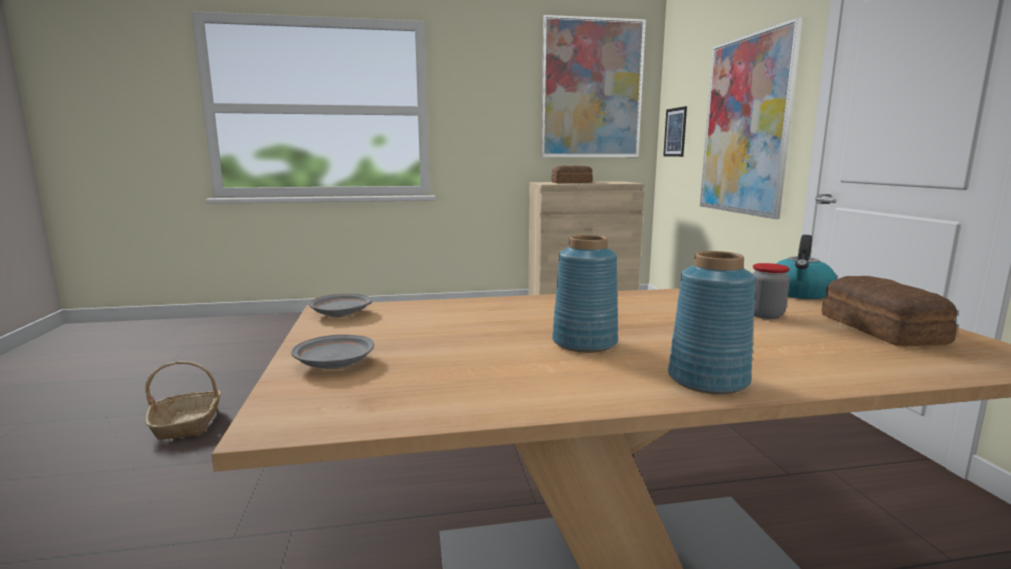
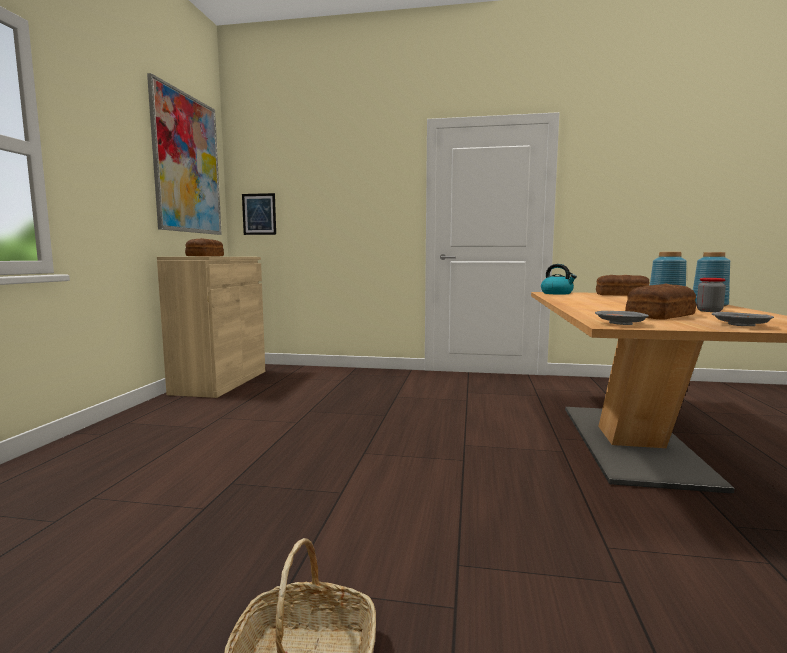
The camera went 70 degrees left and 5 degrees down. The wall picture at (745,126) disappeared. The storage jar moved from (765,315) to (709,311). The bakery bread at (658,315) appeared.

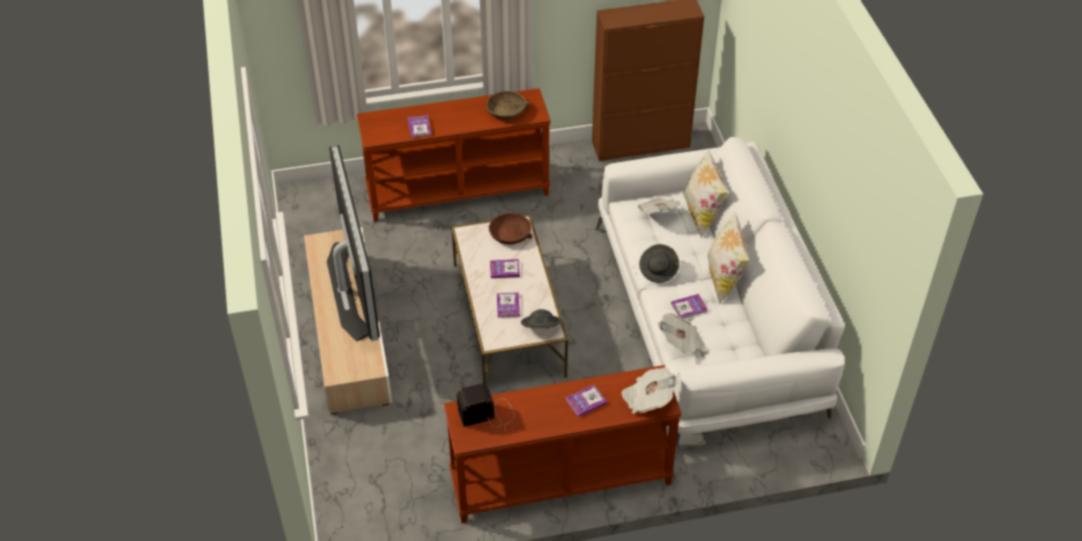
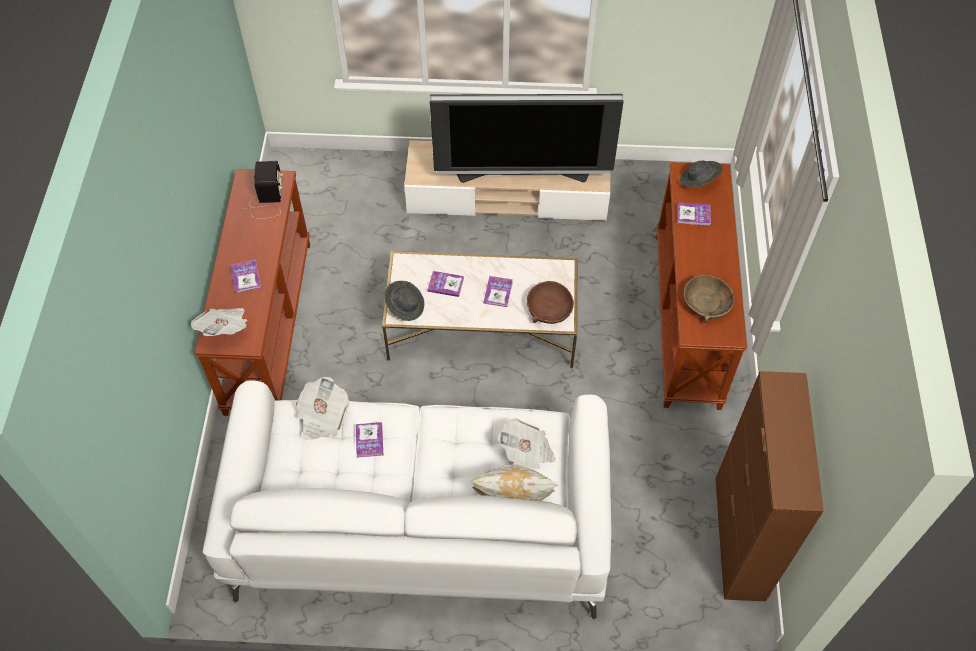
The camera went 105 degrees right and 10 degrees up. The cushion at (724,278) disappeared. The gray hat moved from (659,270) to (699,181).

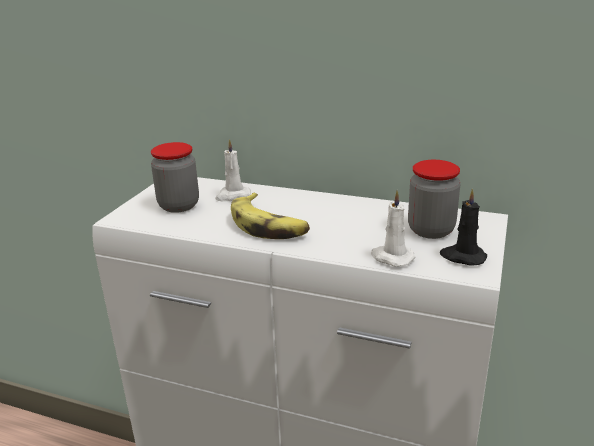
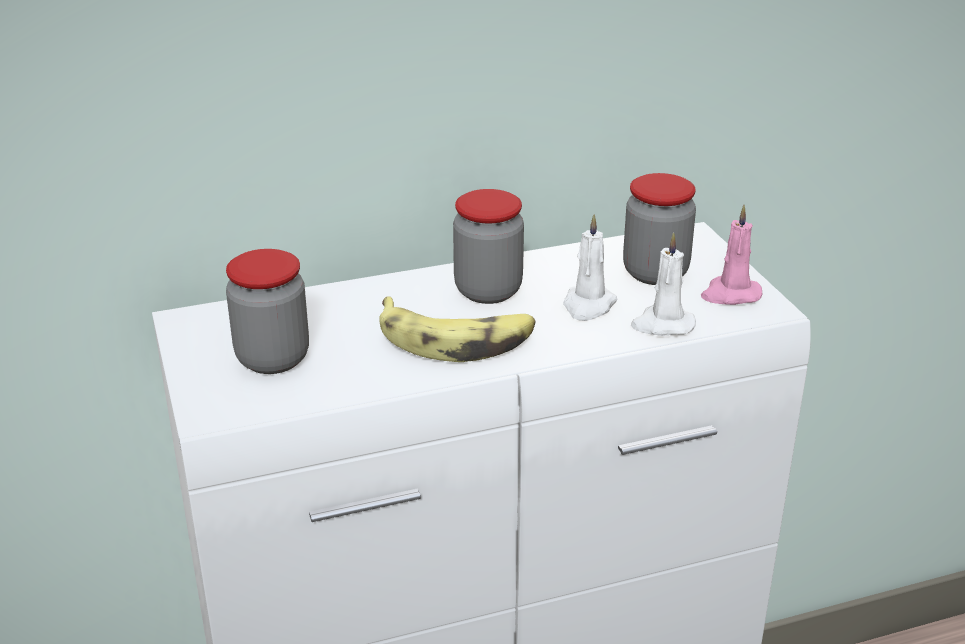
The camera went 40 degrees left and 5 degrees up. The whitish candle moved from (232,196) to (588,306). The black candle at (462,257) became the pink candle at (730,294). The storage jar at (488,291) appeared.

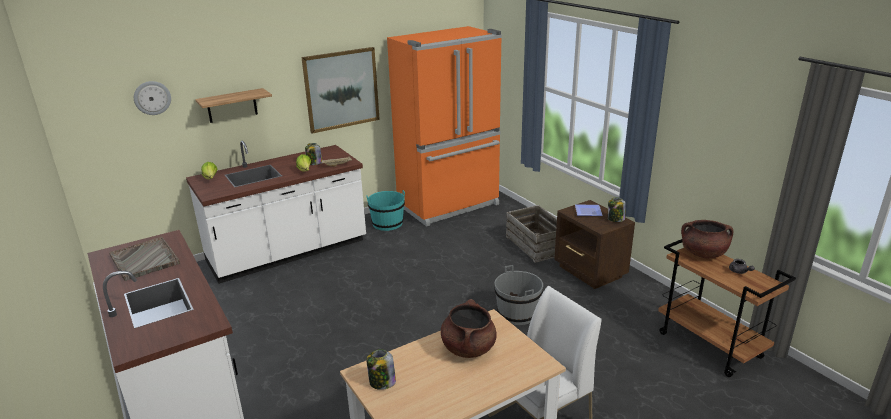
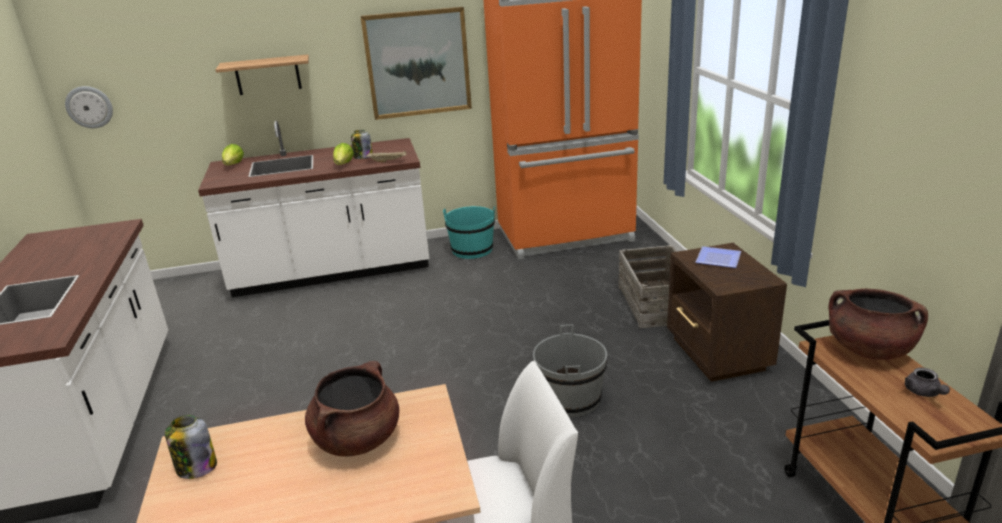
The camera went 20 degrees right and 0 degrees up. The wall clock moved from (152,98) to (89,107). The storage jar at (615,219) disappeared. The gray serving tray at (145,260) disappeared.

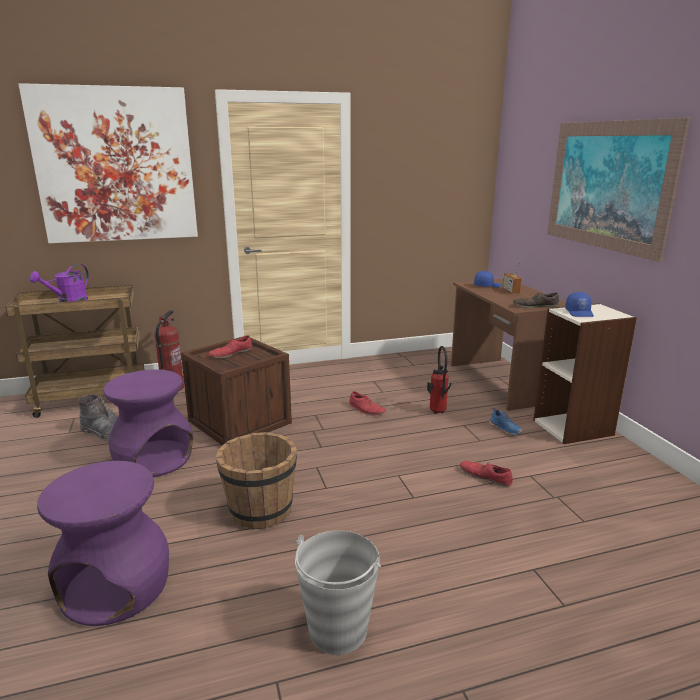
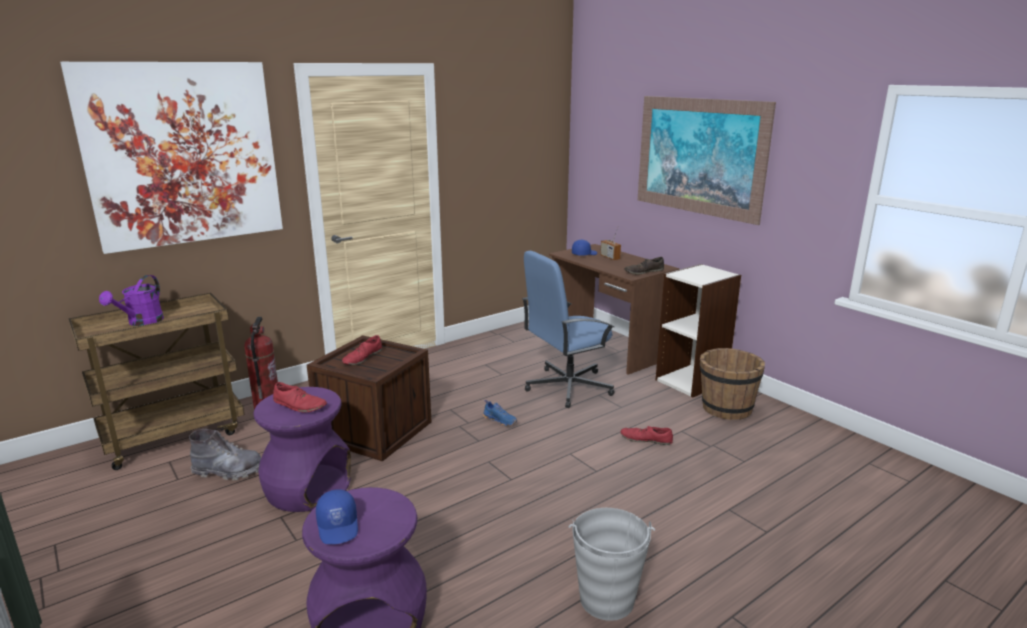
The camera went 20 degrees left and 0 degrees up. The blue cap moved from (579,313) to (339,526). The fire extinguisher at (437,412) was replaced by the blue computer chair at (567,387). The red item of footwear moved from (366,409) to (299,405). The blue item of footwear moved from (505,429) to (500,420). The brown water bucket moved from (260,510) to (726,408).

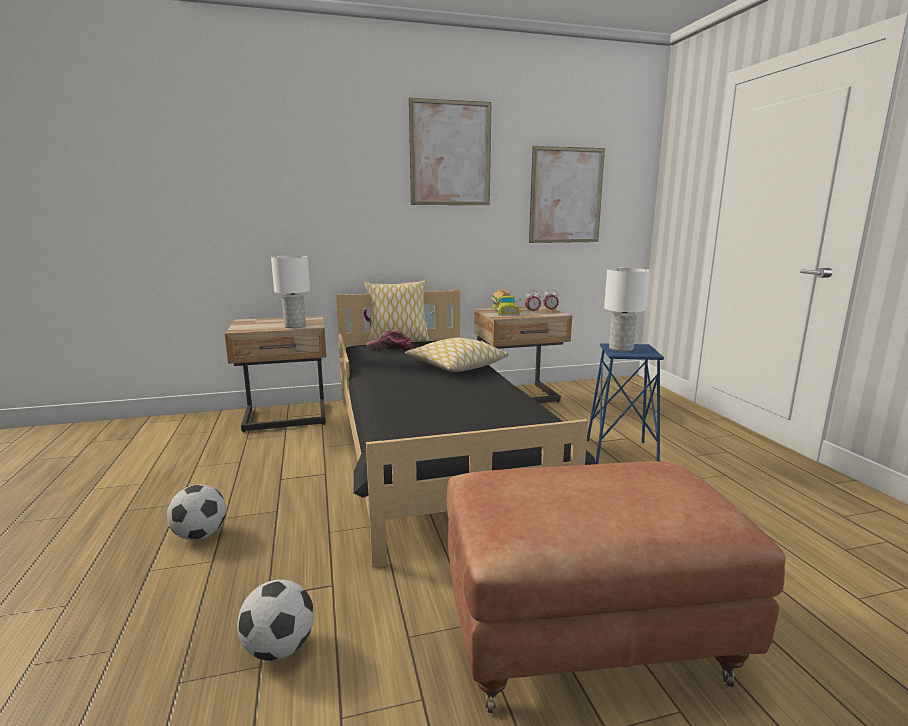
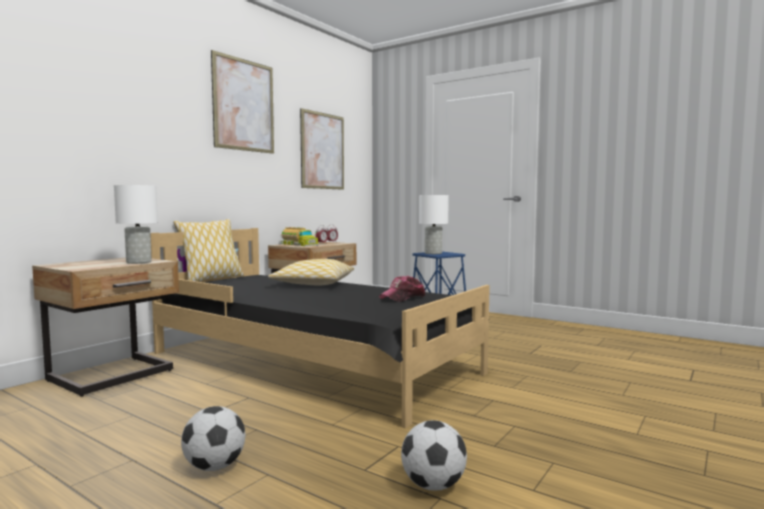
The camera went 40 degrees left and 10 degrees down. The cap moved from (390,348) to (403,297). The brown pouffe at (586,635) disappeared.

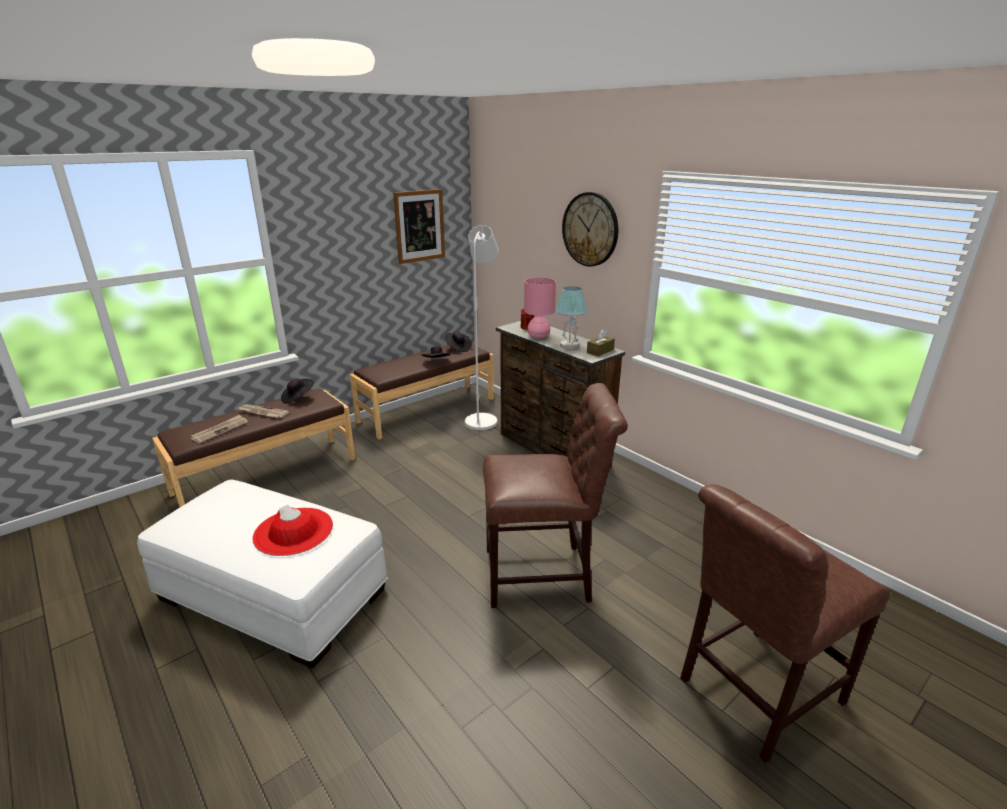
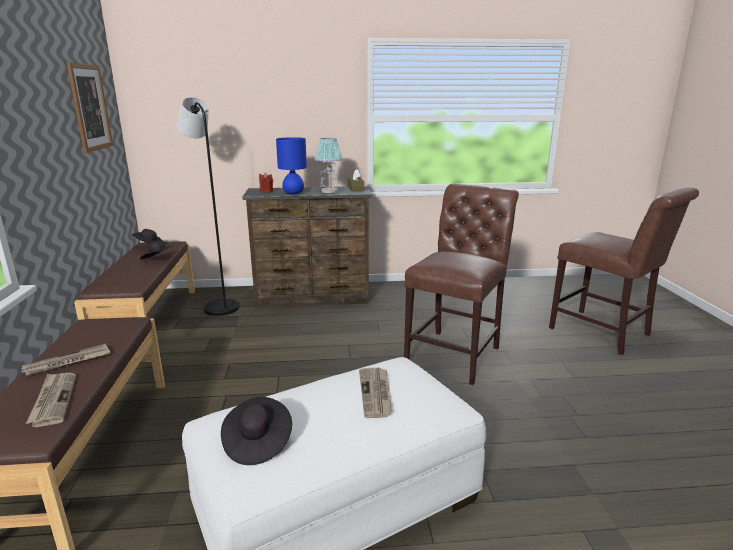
The camera went 55 degrees left and 5 degrees down. The wall clock at (590,229) disappeared. The whitish standing lamp at (483,419) became the black standing lamp at (218,306). The pink tabletop lamp at (538,336) became the blue tabletop lamp at (293,193). The black hat moved from (298,398) to (257,443). The brown plain chair at (753,693) turned 45 degrees counterclockwise. The red hat at (293,531) was replaced by the printed paper at (376,393).

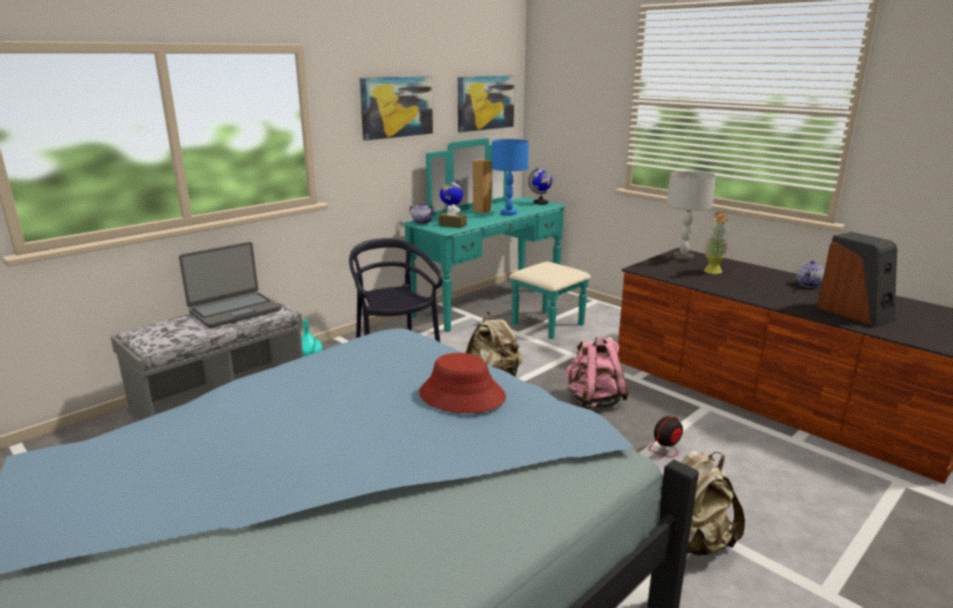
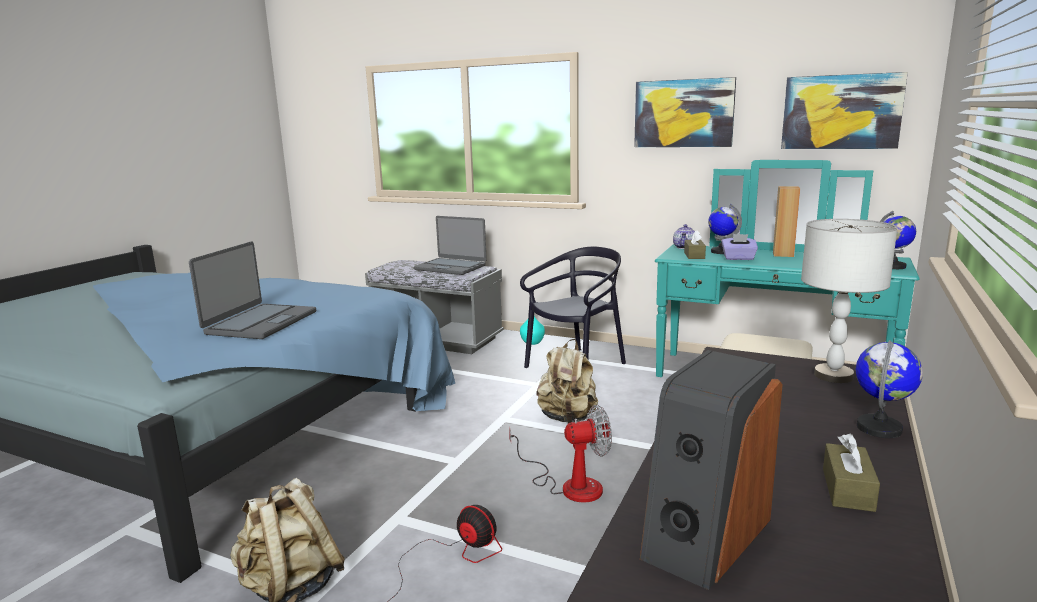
The camera went 70 degrees right and 5 degrees down. The blue tabletop lamp at (509,213) disappeared. The potted plant at (713,272) disappeared. The tea pot at (809,285) was replaced by the brown box of tissues at (847,489). The pink rucksack at (594,400) was replaced by the electric fan at (569,485). The red hat at (461,395) was replaced by the notebook computer at (260,323). The purple box of tissues at (738,258) appeared. The desk globe at (879,428) appeared.

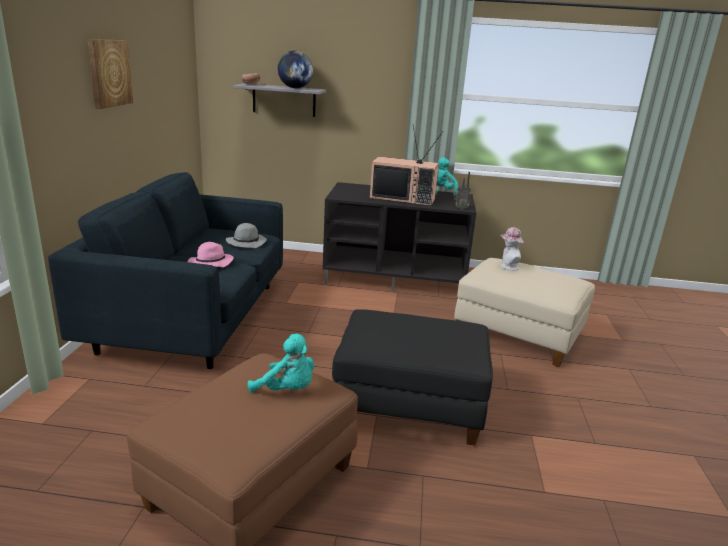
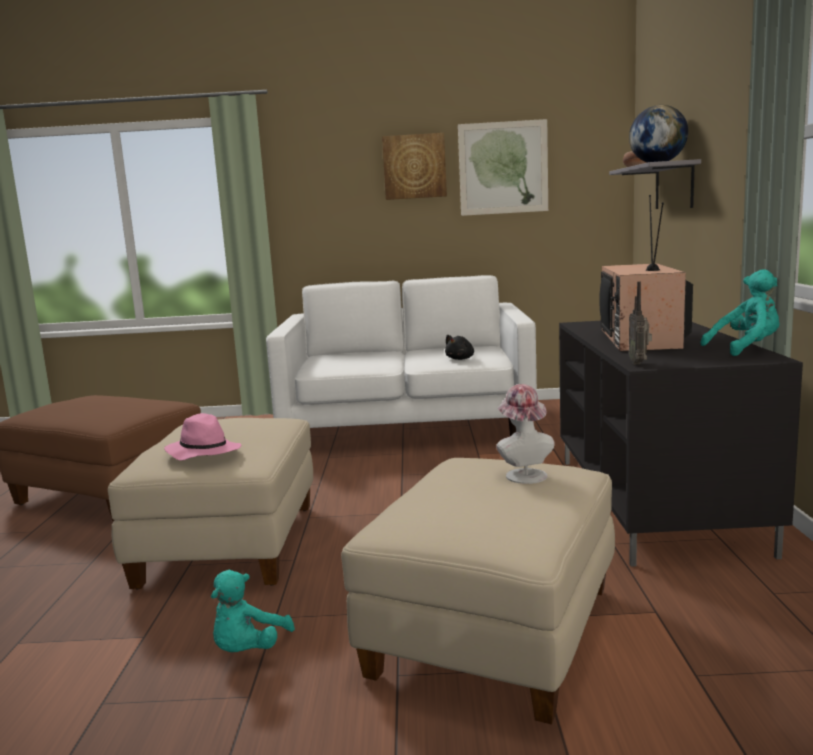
The camera went 85 degrees right and 10 degrees down. The blue sofa at (193,317) became the whitish sofa at (407,428). The gray hat at (247,242) was replaced by the black cuddly toy at (461,359). The pink hat moved from (210,264) to (203,452). The black pouffe at (408,406) became the sand-coloured pouffe at (229,545). The blue-green cuddly toy moved from (287,390) to (248,650). The wall picture at (503,168) appeared.

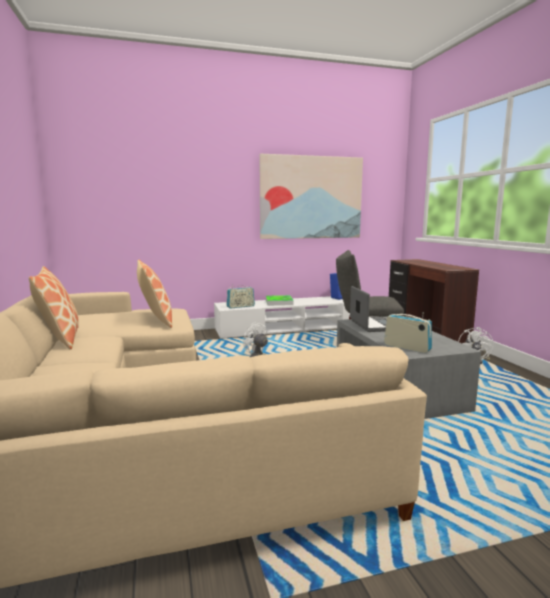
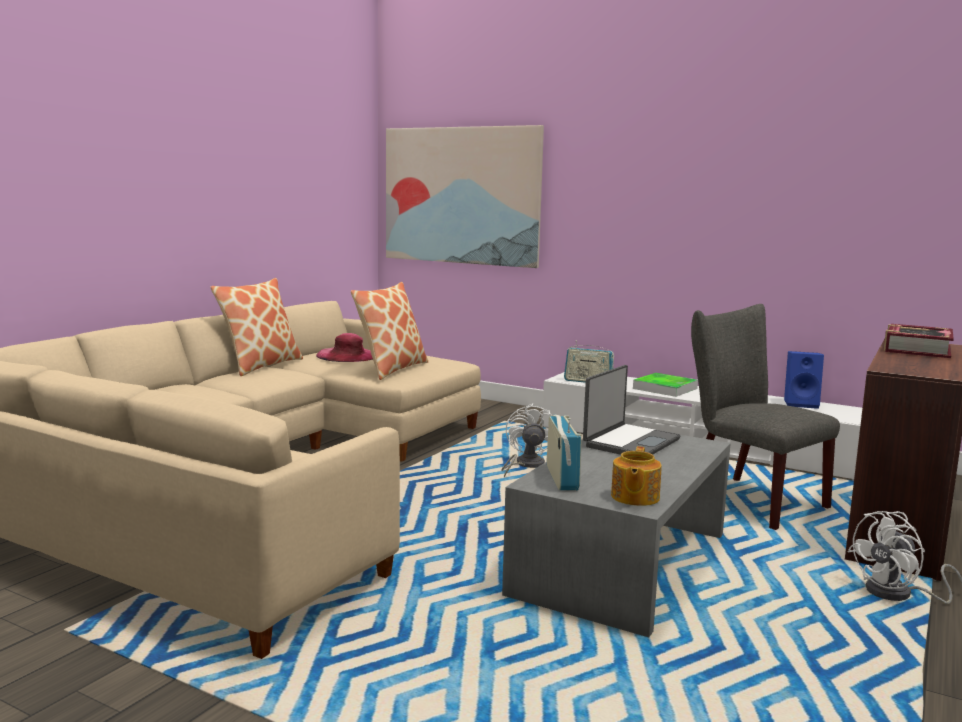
The camera went 45 degrees right and 0 degrees up. The wall picture moved from (311,197) to (461,195). The bound book at (916,349) appeared. The pink hat at (348,355) appeared. The tea pot at (634,497) appeared.

